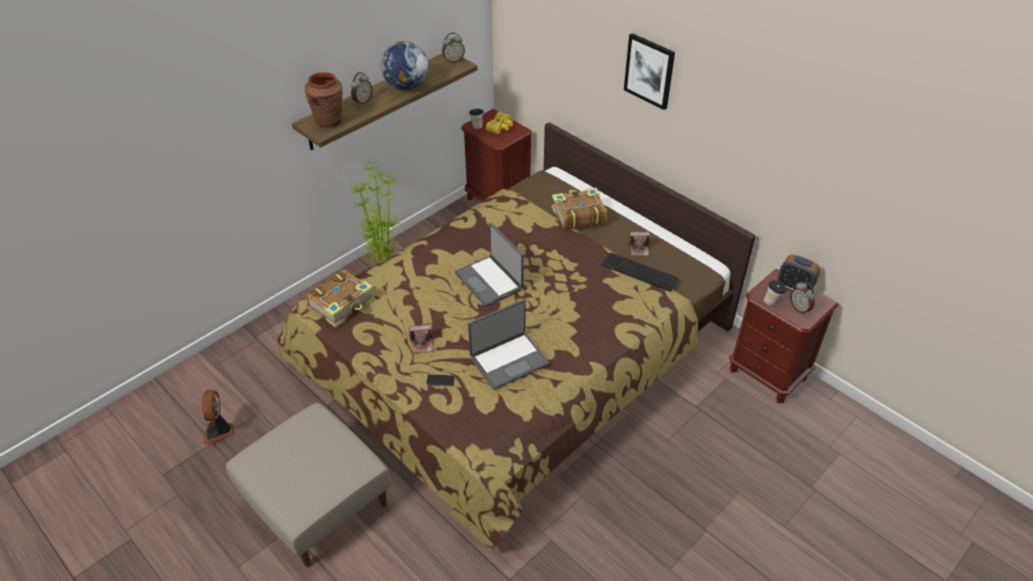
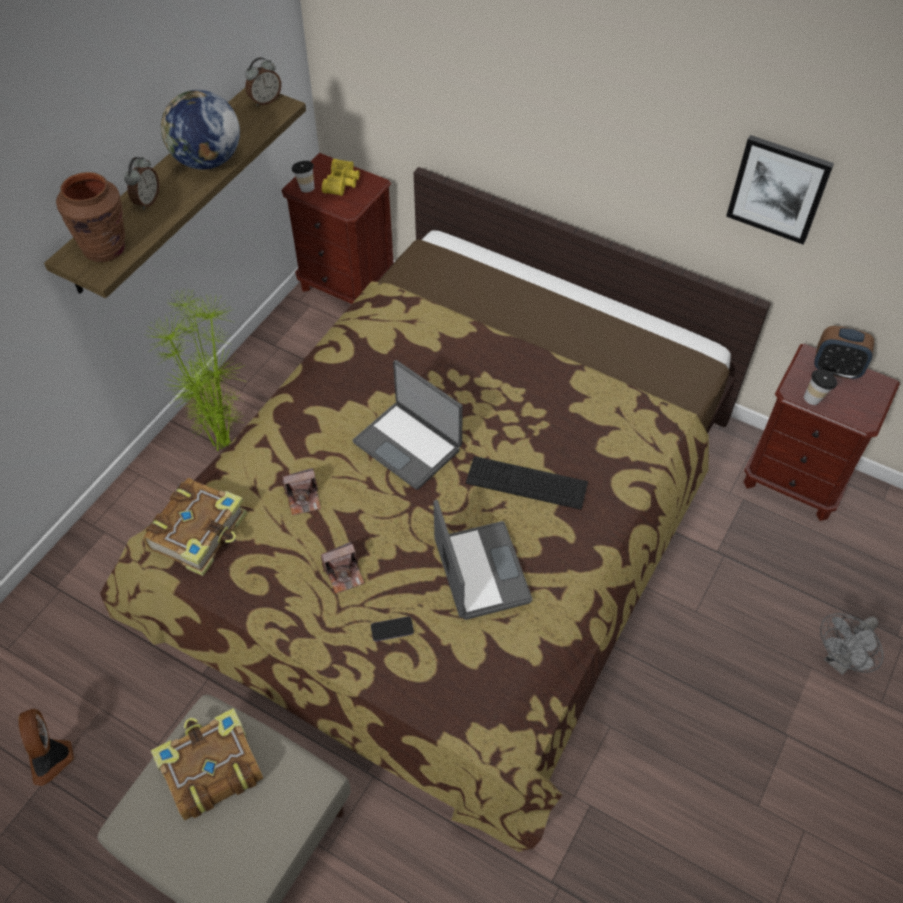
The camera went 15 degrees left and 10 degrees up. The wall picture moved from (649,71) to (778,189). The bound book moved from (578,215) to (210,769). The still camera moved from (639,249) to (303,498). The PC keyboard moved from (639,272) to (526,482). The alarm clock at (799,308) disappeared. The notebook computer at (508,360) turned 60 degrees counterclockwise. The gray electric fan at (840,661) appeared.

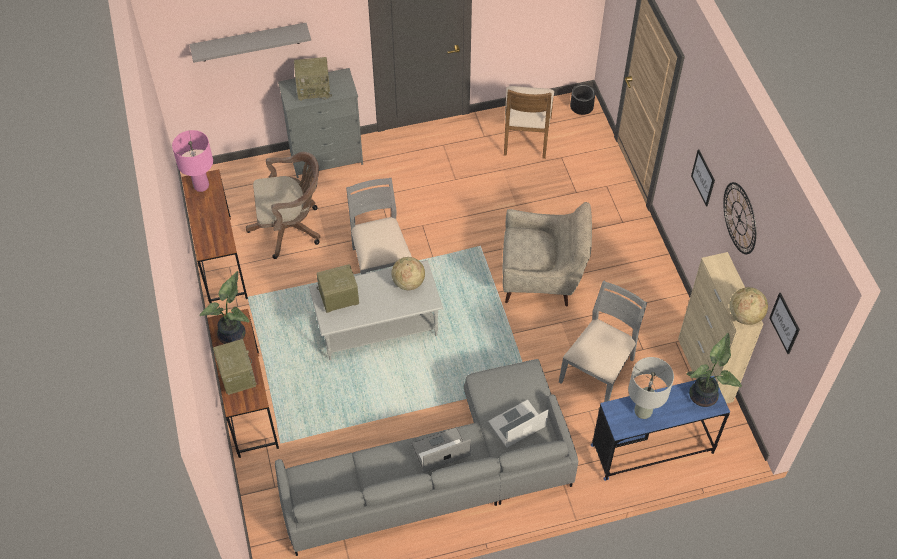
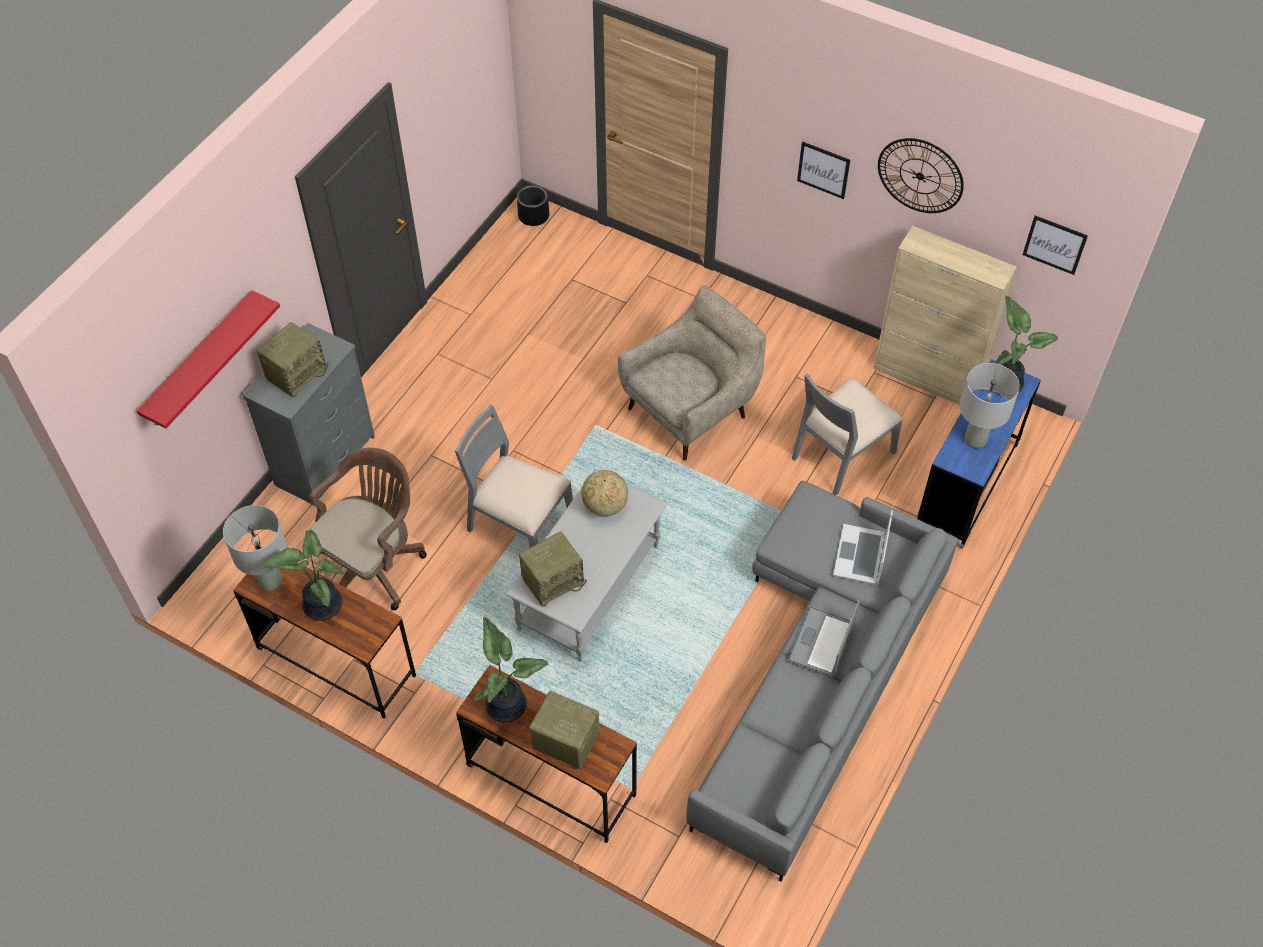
The camera went 45 degrees left and 0 degrees up. The gray wall shelf at (250,42) became the red wall shelf at (200,361). The brown plain chair at (526,136) disappeared. The pink tabletop lamp at (201,186) became the gray tabletop lamp at (271,580). The radio receiver at (338,298) turned 150 degrees counterclockwise. The gray plain chair at (598,371) turned 120 degrees counterclockwise. The desk globe at (744,316) disappeared. The potted plant at (320,604) appeared.

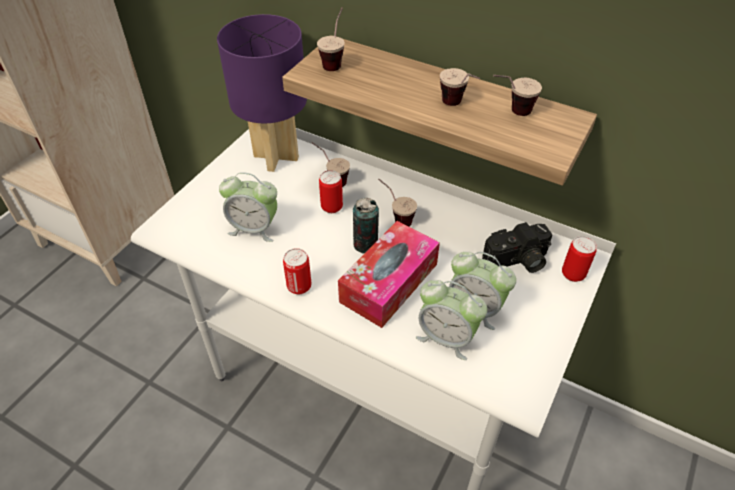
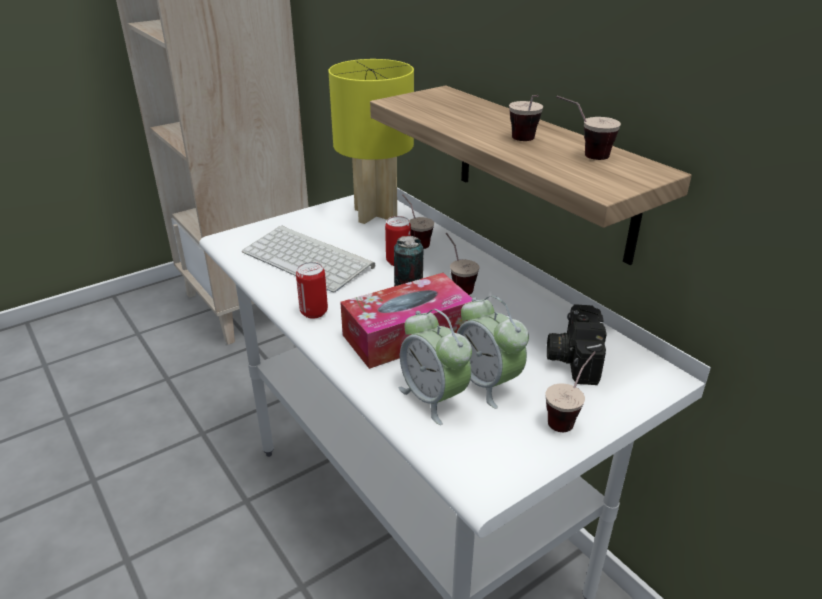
The camera went 25 degrees right and 15 degrees down. The cup moved from (335,61) to (568,416). The purple tabletop lamp at (277,156) became the yellowish tabletop lamp at (376,214). The alarm clock at (254,228) was replaced by the PC keyboard at (310,259). The still camera at (517,261) turned 90 degrees clockwise. The can at (573,274) disappeared.

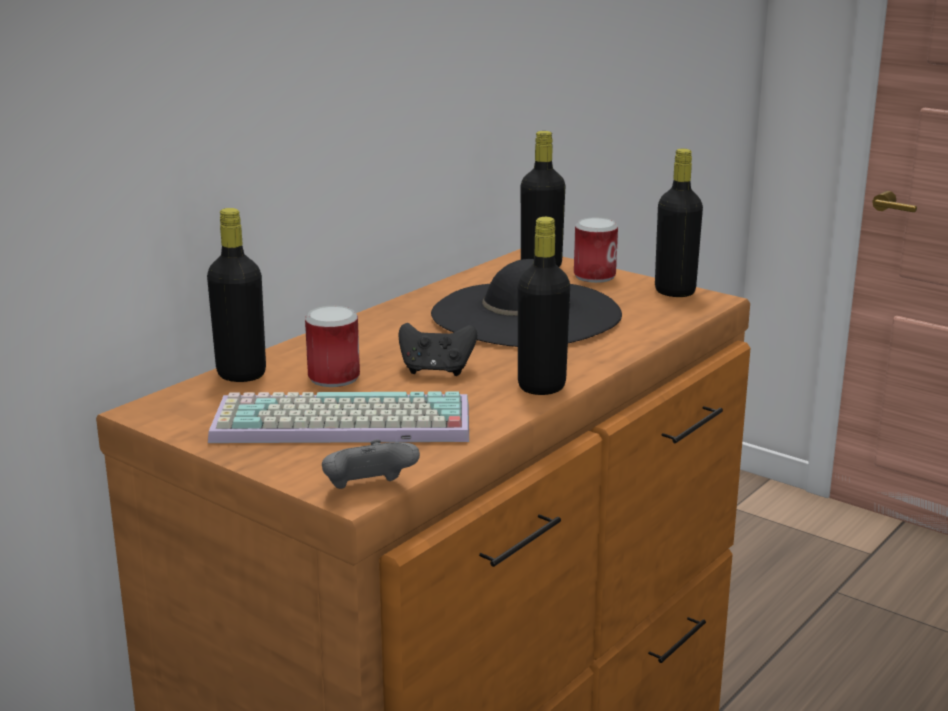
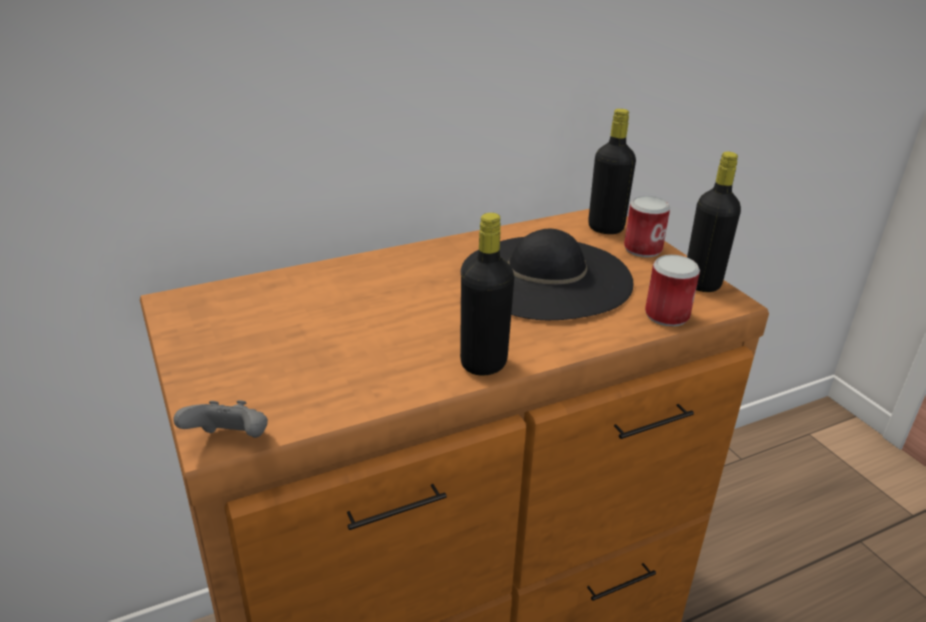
The camera went 25 degrees right and 10 degrees up. The black beverage bottle at (241,374) disappeared. The can moved from (334,377) to (667,315). The black joypad at (436,371) disappeared. The PC keyboard at (338,425) disappeared.

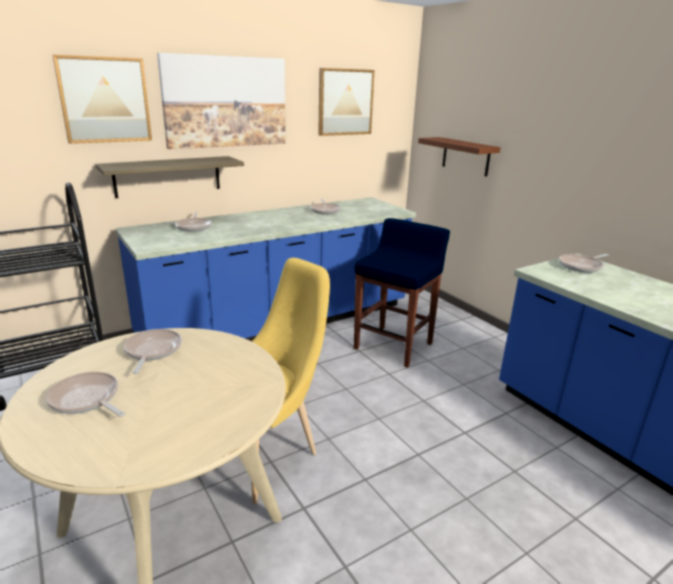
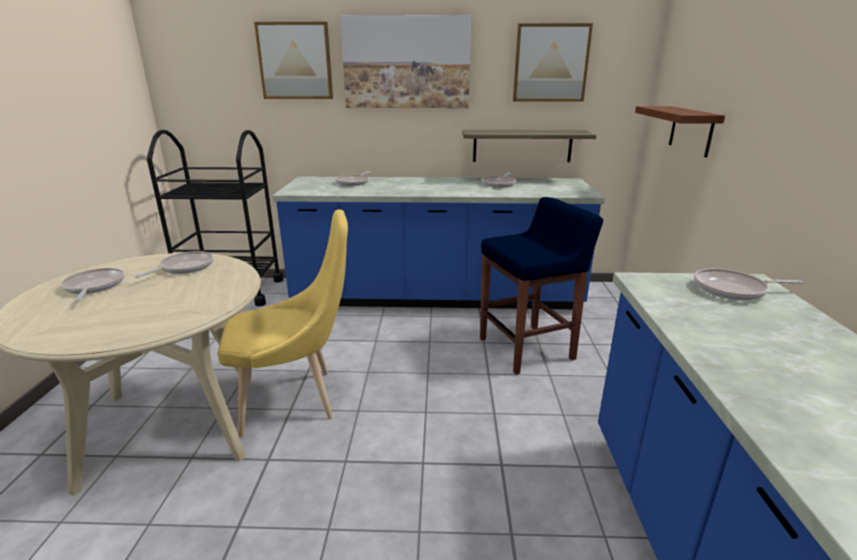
The camera went 35 degrees right and 0 degrees up. The wall shelf moved from (168,176) to (522,145).

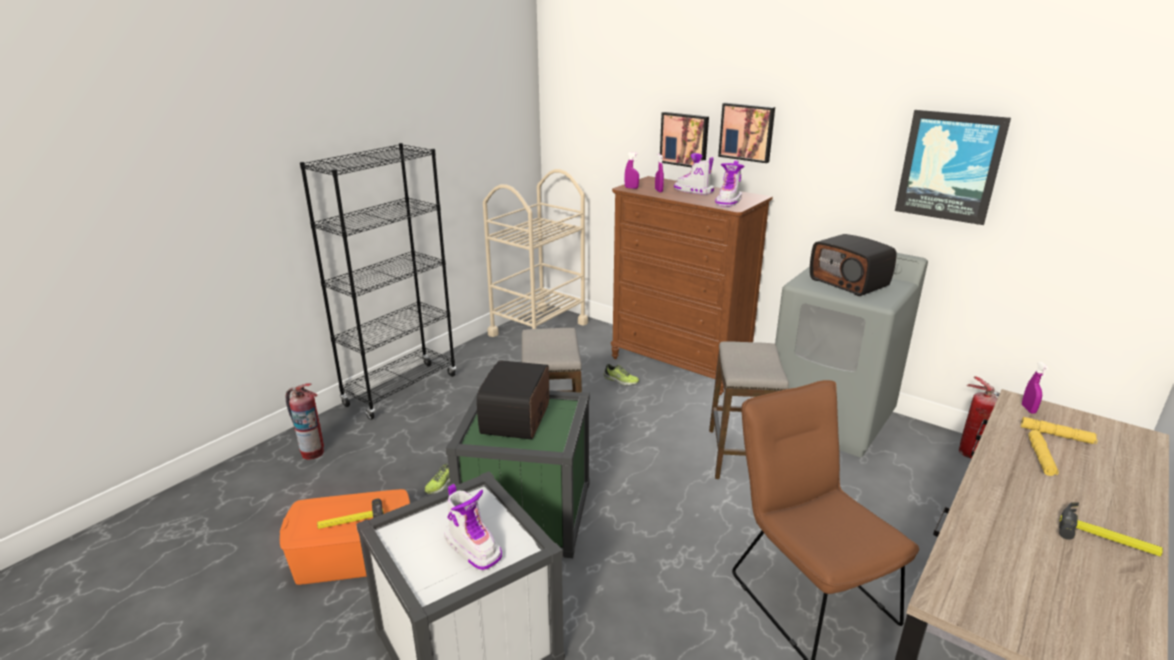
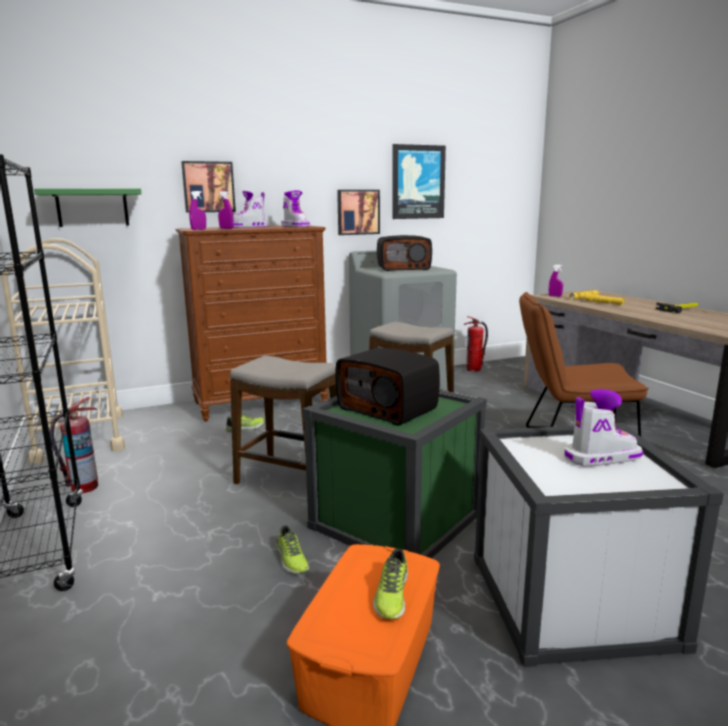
The camera went 60 degrees left and 10 degrees down. The wall picture moved from (747,132) to (358,212). The fire extinguisher moved from (312,452) to (84,487). The hammer at (351,524) was replaced by the item of footwear at (391,595). The green wall shelf at (92,208) appeared.

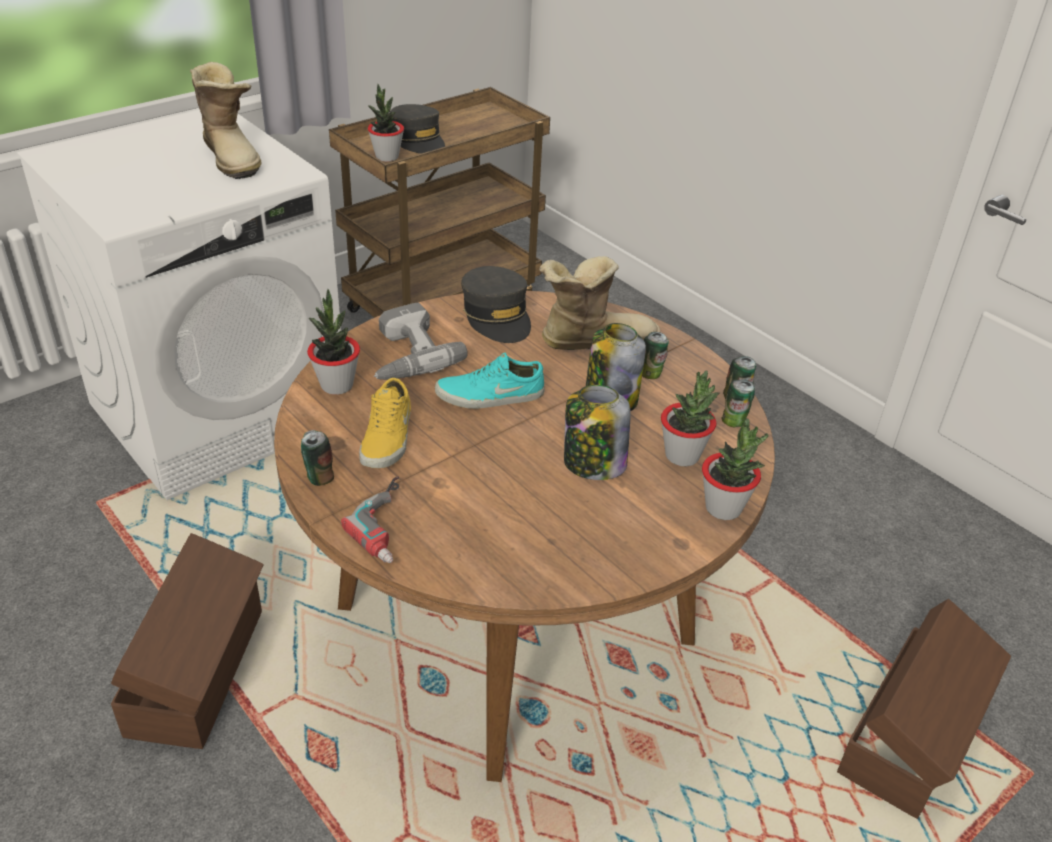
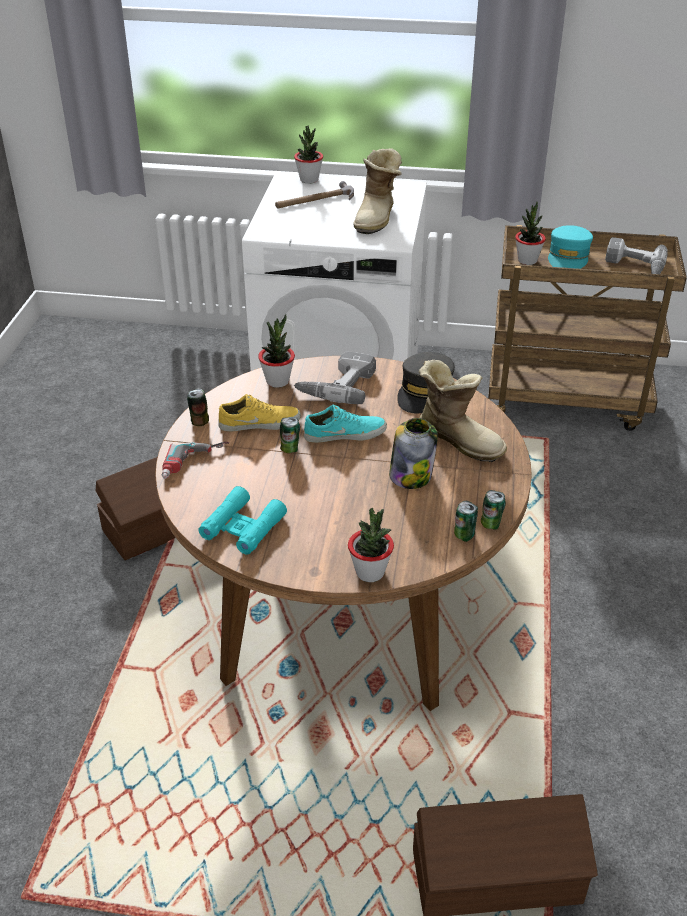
The camera went 50 degrees right and 0 degrees up. The gray cap at (418,140) became the blue-green cap at (568,257). The can moved from (651,374) to (290,449). The blue-green item of footwear at (490,396) turned 135 degrees clockwise. The potted plant moved from (682,456) to (309,180). The yellowish item of footwear at (388,438) turned 150 degrees counterclockwise. The storage jar at (593,464) disappeared. The hammer at (315,200) appeared. The power drill at (634,266) appeared. The blue-green pair of binoculars at (243,527) appeared.

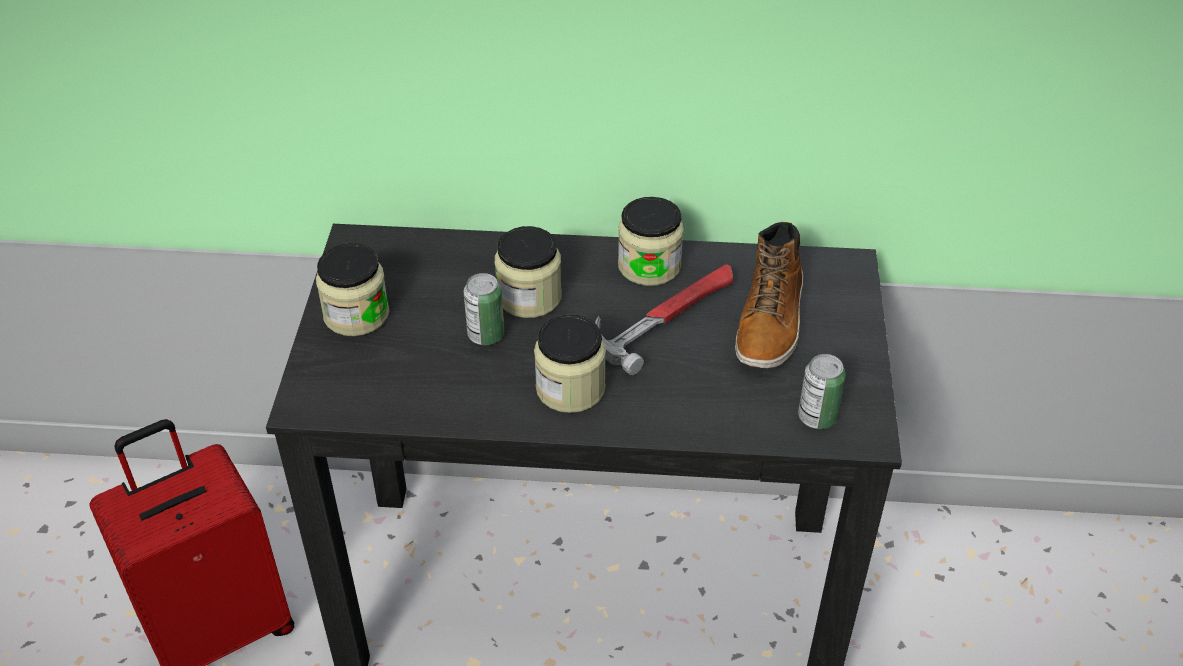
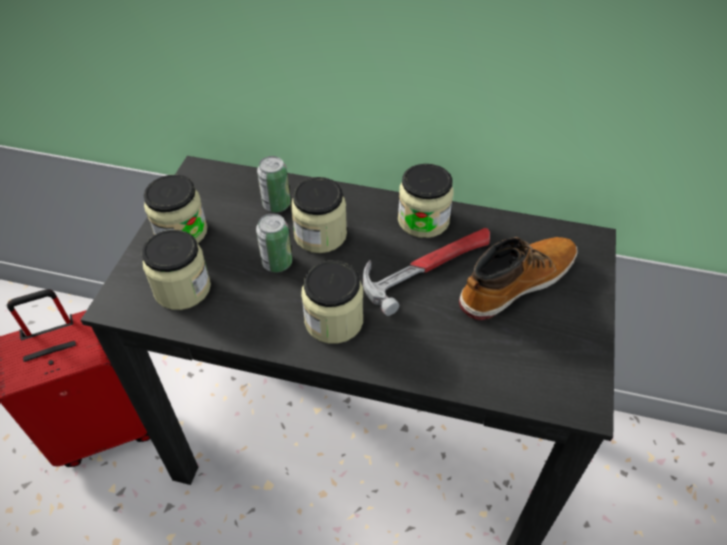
The camera went 10 degrees right and 5 degrees up. The boot at (770,322) turned 150 degrees counterclockwise. The can moved from (817,417) to (276,204). The storage jar at (182,288) appeared.

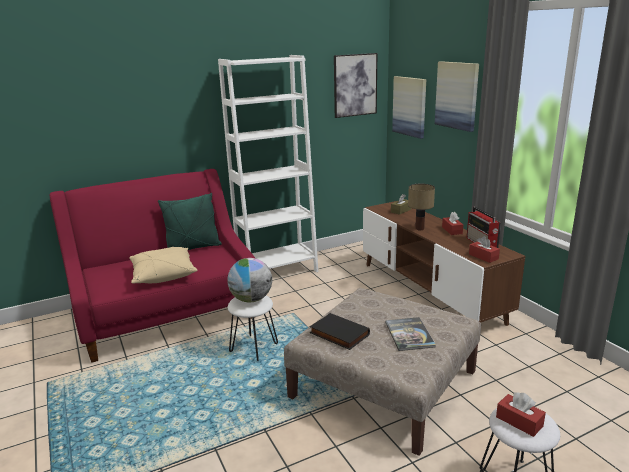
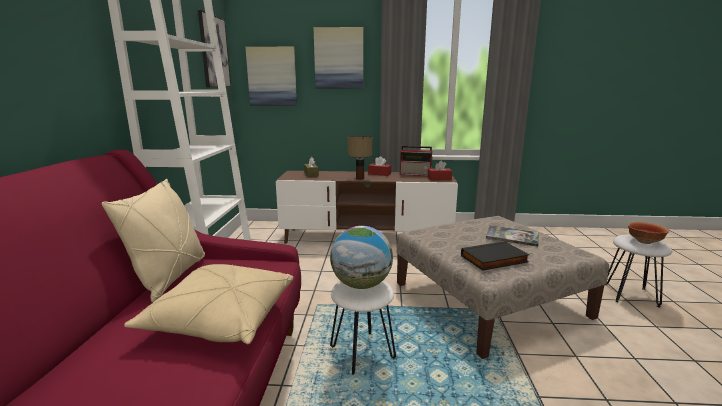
The camera went 60 degrees left and 5 degrees down. The green cushion at (193,248) became the sand-coloured cushion at (170,277). The red box of tissues at (519,421) was replaced by the deep dish at (644,242).

